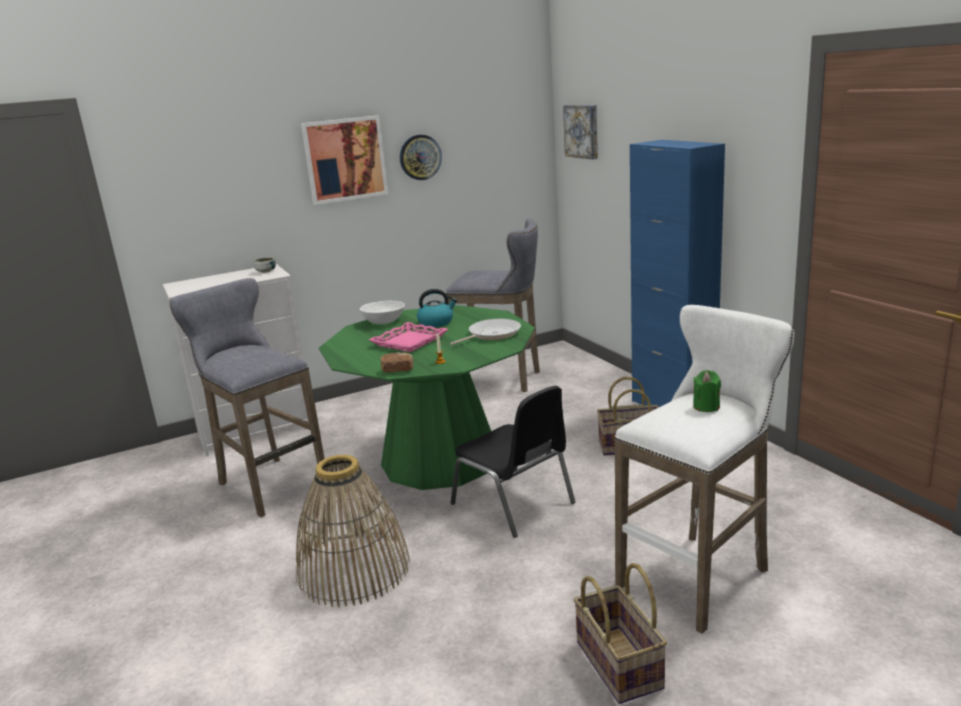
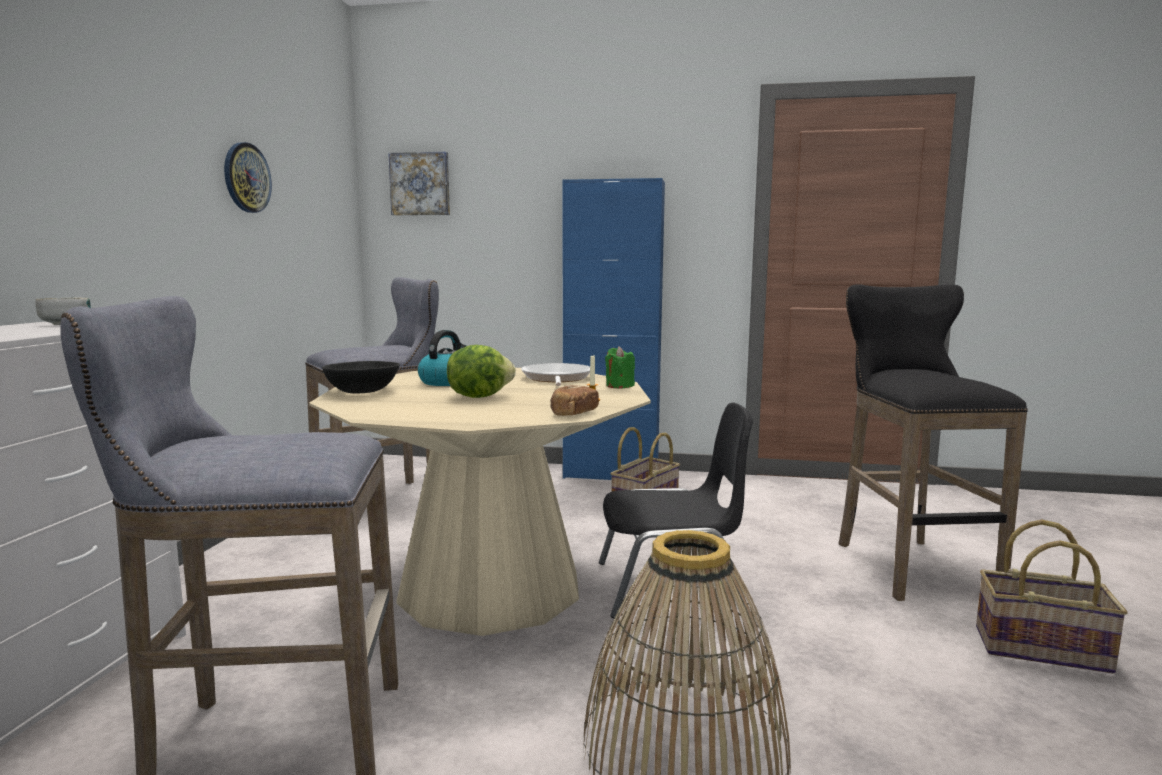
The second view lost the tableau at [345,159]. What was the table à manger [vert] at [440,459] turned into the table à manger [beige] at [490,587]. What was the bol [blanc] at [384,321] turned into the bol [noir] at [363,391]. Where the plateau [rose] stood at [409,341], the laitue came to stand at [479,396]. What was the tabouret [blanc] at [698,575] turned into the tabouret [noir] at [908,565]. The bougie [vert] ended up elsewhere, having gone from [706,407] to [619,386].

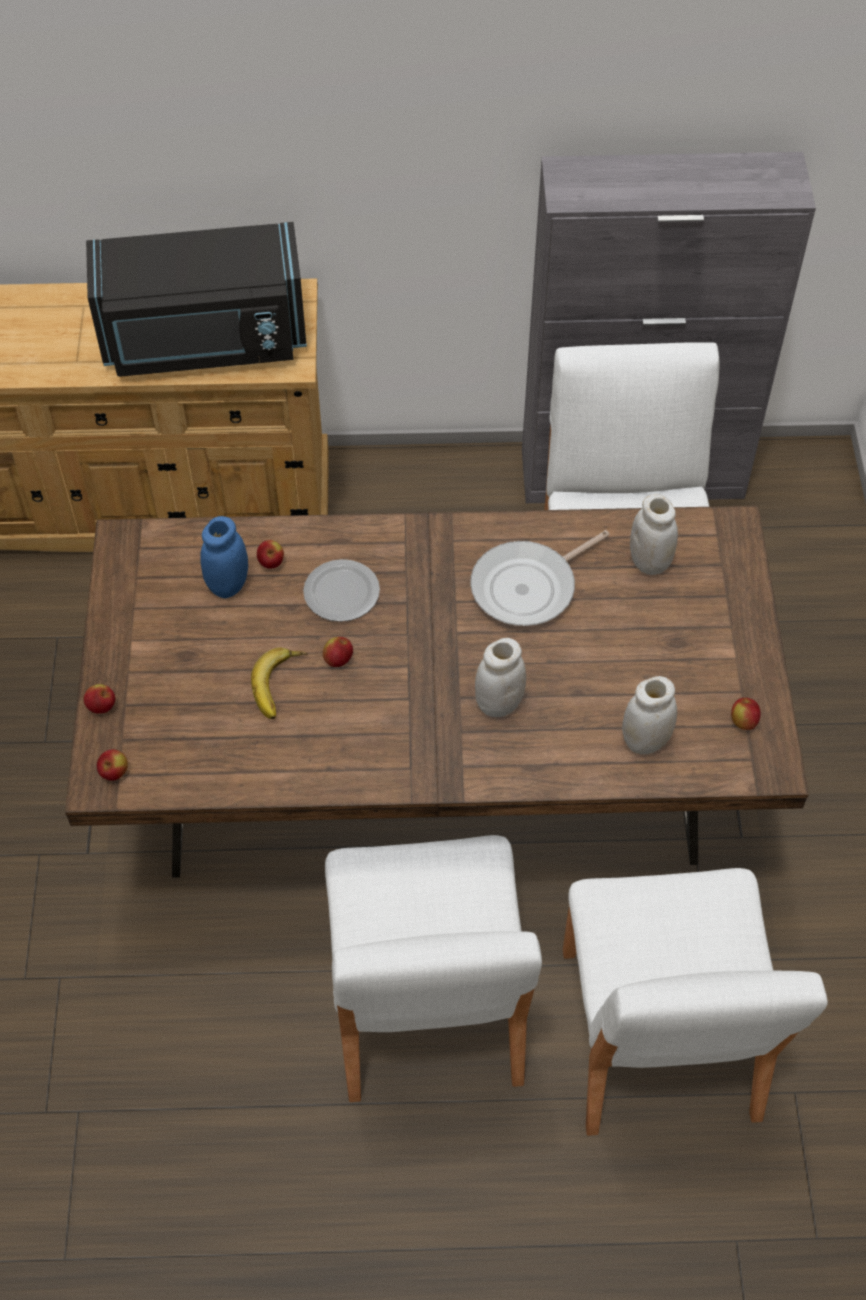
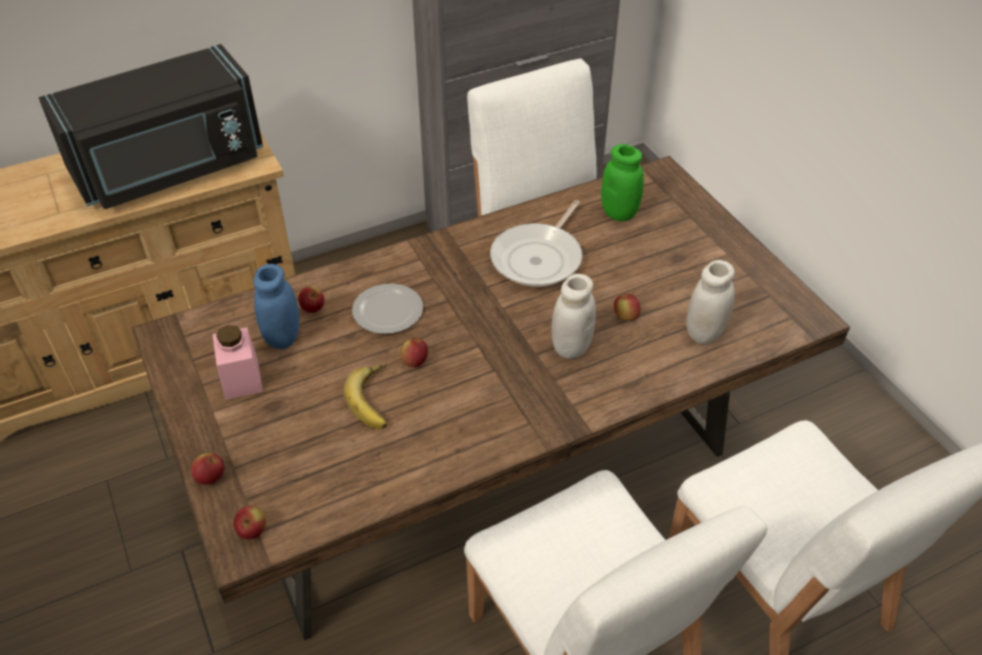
What was the bocal [blanc] at [649,562] turned into the bocal [vert] at [619,213]. The pomme ended up elsewhere, having gone from [743,721] to [625,317]. The second view gained the bocal [rose] at [241,378].

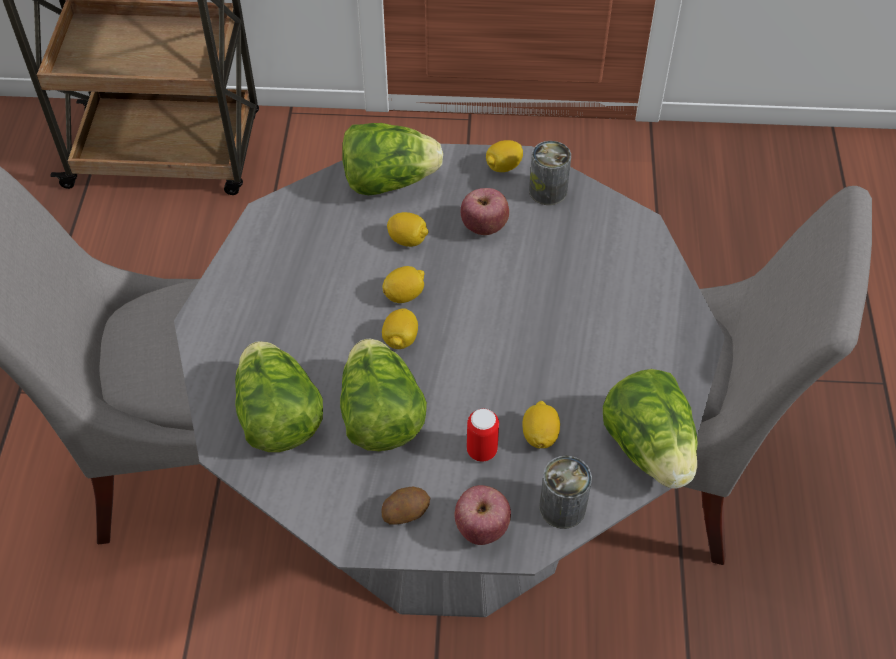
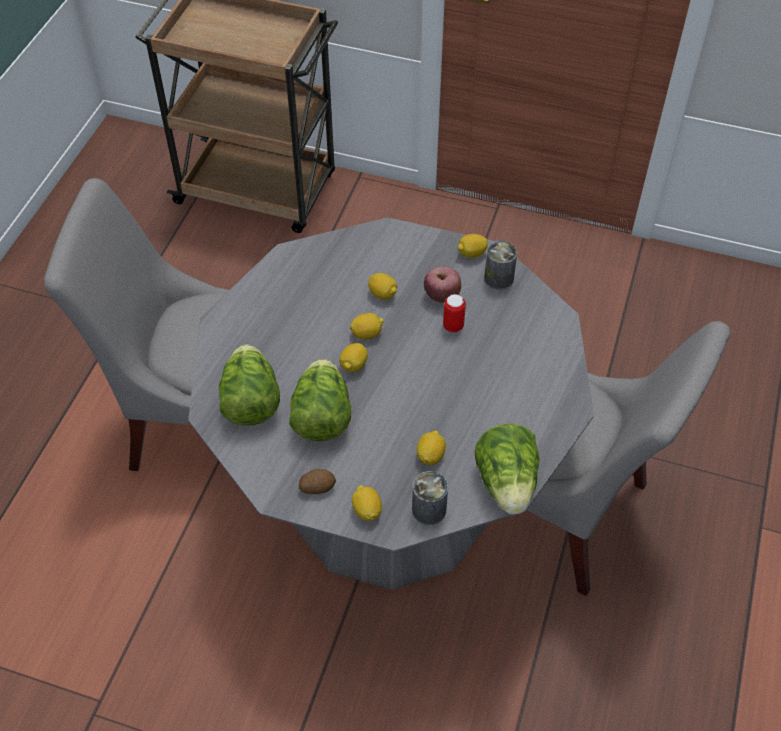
The second view lost the laitue at [389,181]. Where the pomme stood at [481,528], the citron came to stand at [367,510]. The boîte métallique ended up elsewhere, having gone from [482,450] to [453,326].

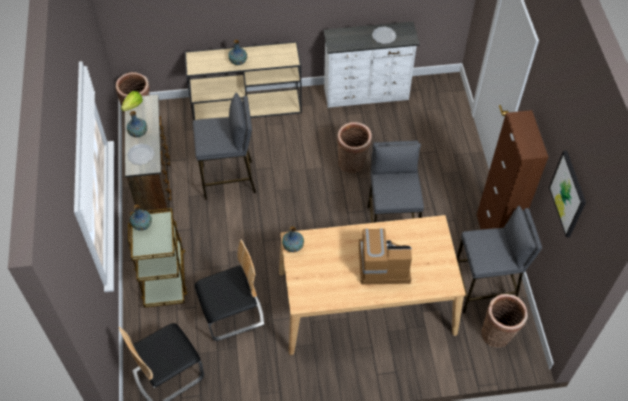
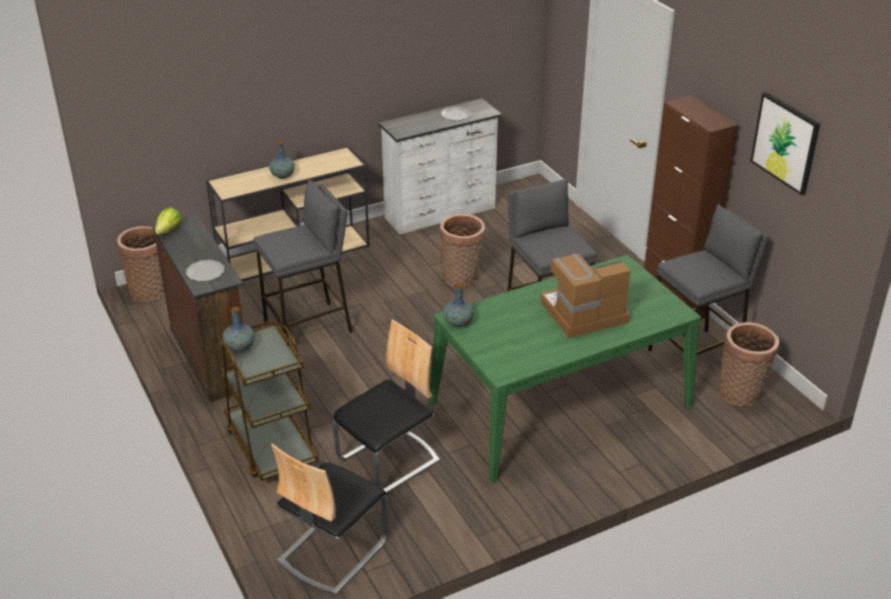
The second view lost the vase at [138,133]. What was the table à manger [beige] at [366,302] turned into the table à manger [vert] at [560,404].

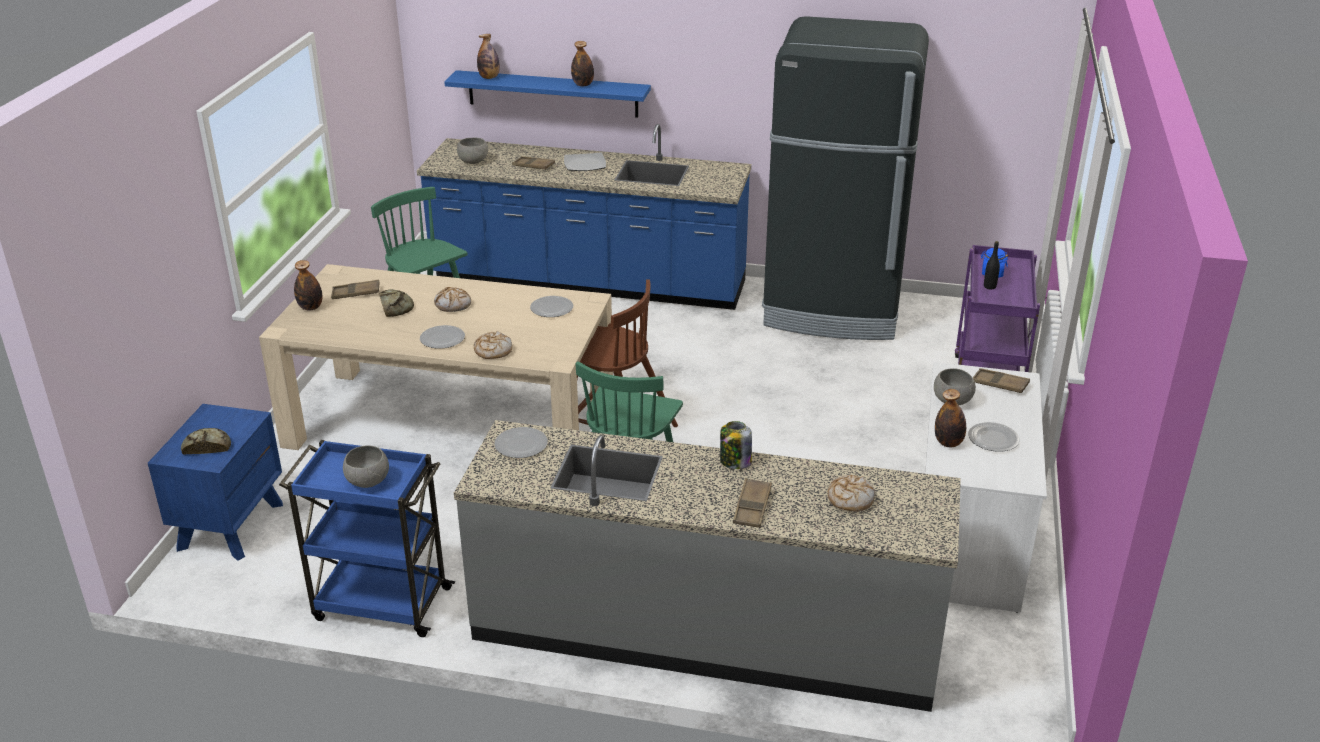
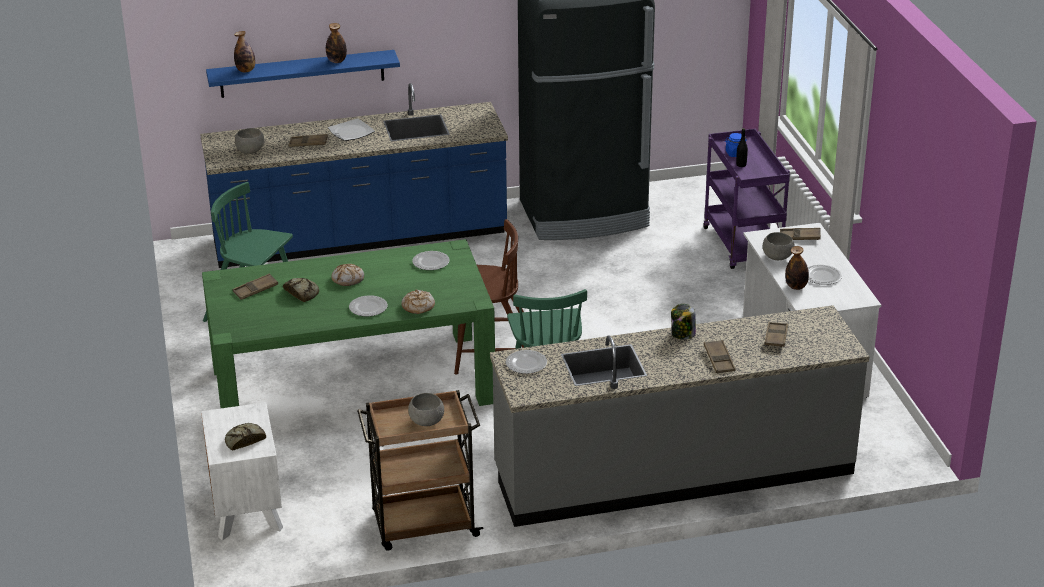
What was the table de chevet [bleu] at [230,525] turned into the table de chevet [blanc] at [246,509]. What was the table à manger [beige] at [451,424] turned into the table à manger [vert] at [352,384]. What was the chariot [bleu] at [380,603] turned into the chariot [marron] at [423,525]. The second view lost the bouteille at [310,307]. Where the pain stood at [850,499], the plateau [marron] came to stand at [776,337].

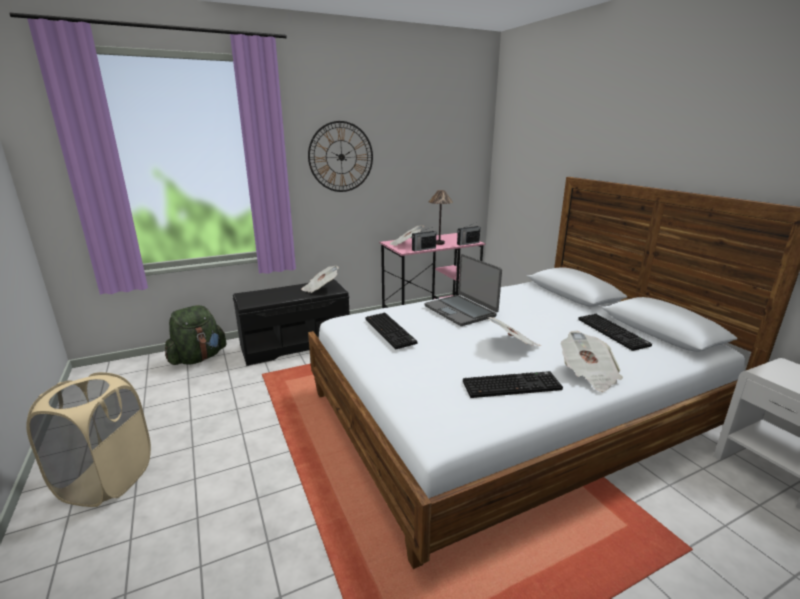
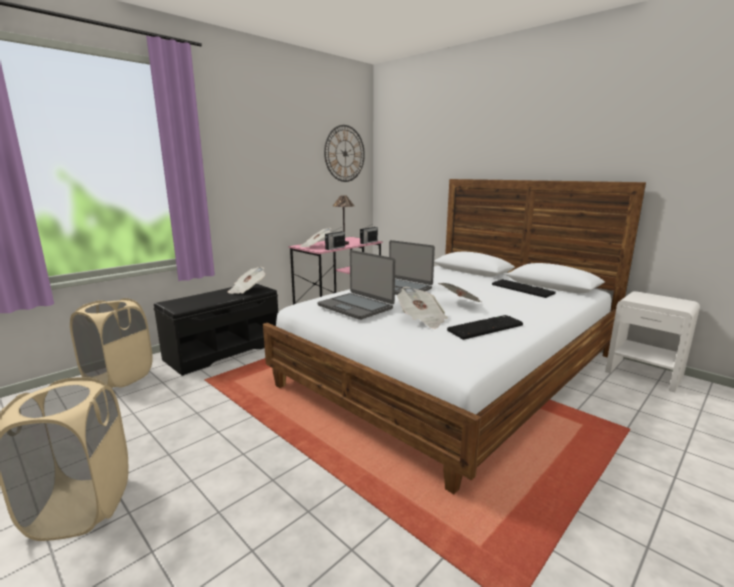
Where the sac à dos [vert] stood at [198,358], the panier à linge [beige] came to stand at [119,378]. The horloge murale ended up elsewhere, having gone from [341,157] to [345,153]. Where the clavier stood at [391,331], the ordinateur portable came to stand at [356,307]. The journal ended up elsewhere, having gone from [588,375] to [422,320].

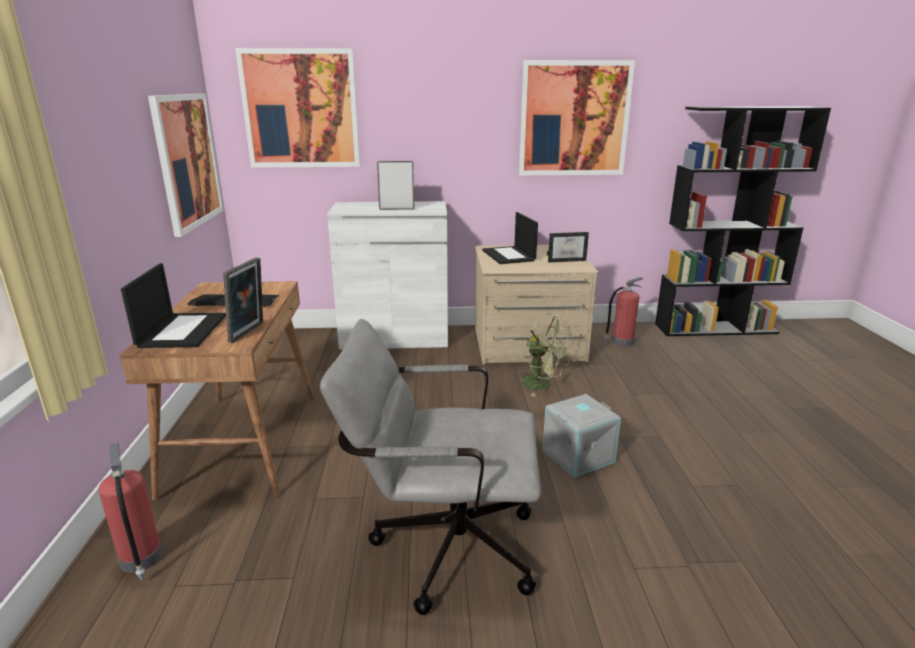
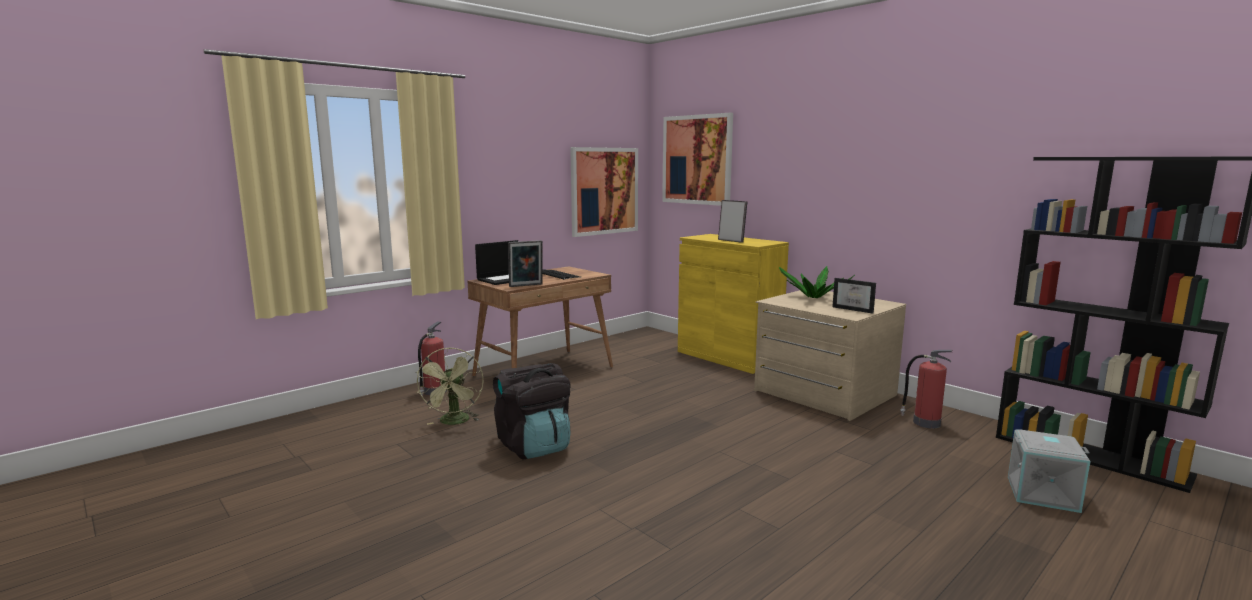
Where the chaise de bureau [gris] stood at [441,546], the sac à dos [noir] came to stand at [534,446]. What was the meuble de rangement [blanc] at [395,337] turned into the meuble de rangement [jaune] at [728,357]. Where the ordinateur portable stood at [509,255], the plante en pot came to stand at [814,297]. The second view lost the tableau at [574,119]. The ventilateur [vert] ended up elsewhere, having gone from [542,385] to [454,422]. The boîte de rangement [gris] ended up elsewhere, having gone from [577,455] to [1043,493].

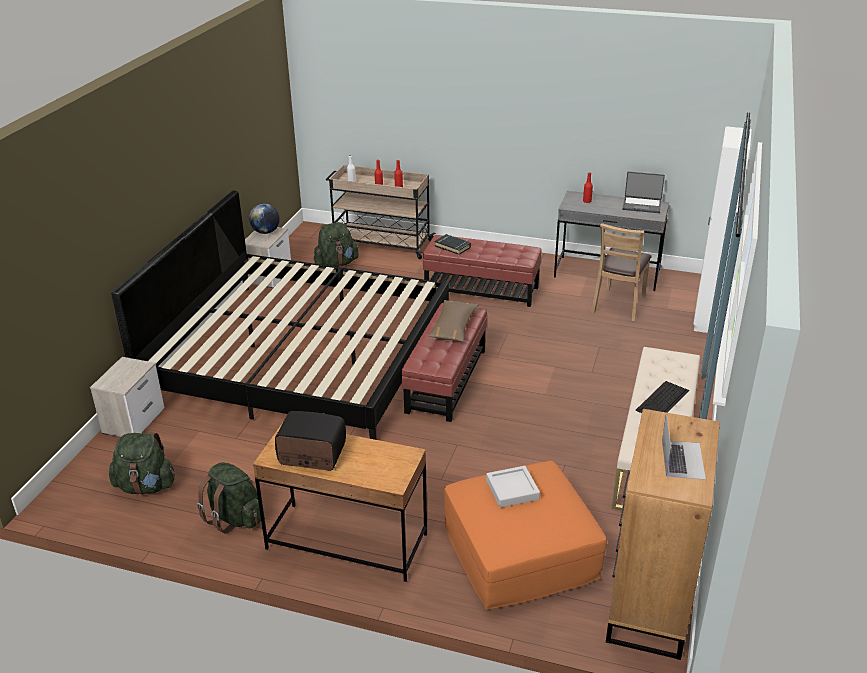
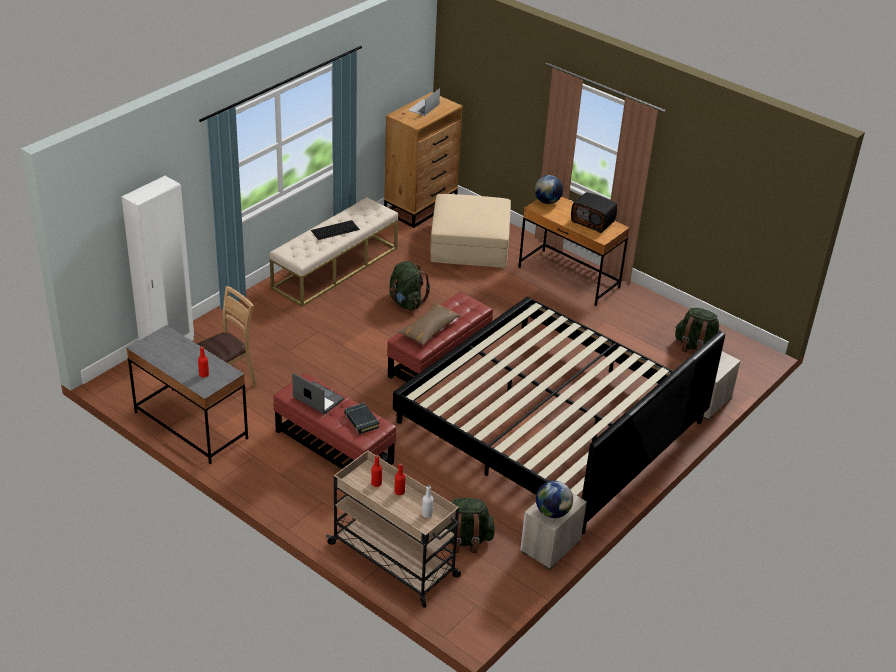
The sac à dos [vert] ended up elsewhere, having gone from [234,518] to [406,302]. What was the pouf [orange] at [520,553] turned into the pouf [beige] at [469,244]. The second view lost the plateau [gris] at [512,490]. The ordinateur portable ended up elsewhere, having gone from [642,205] to [317,399]. The second view gained the globe at [547,201].

